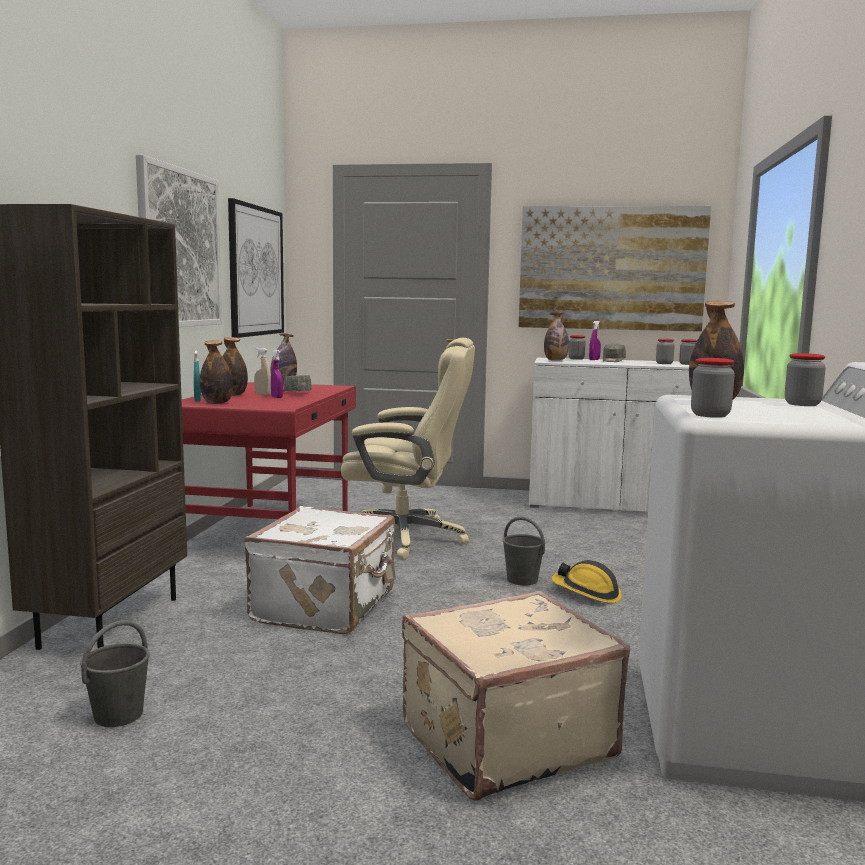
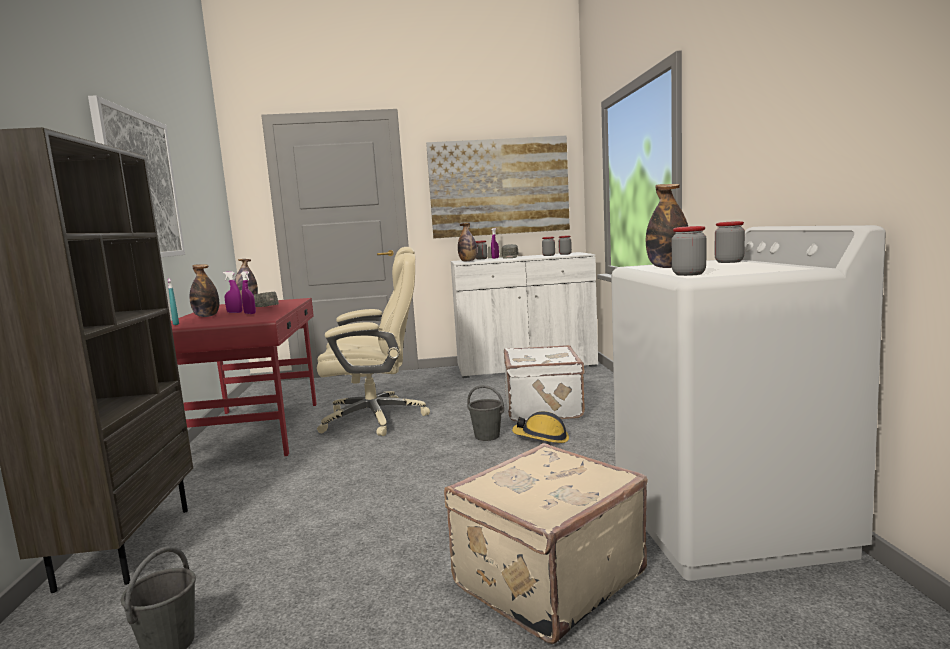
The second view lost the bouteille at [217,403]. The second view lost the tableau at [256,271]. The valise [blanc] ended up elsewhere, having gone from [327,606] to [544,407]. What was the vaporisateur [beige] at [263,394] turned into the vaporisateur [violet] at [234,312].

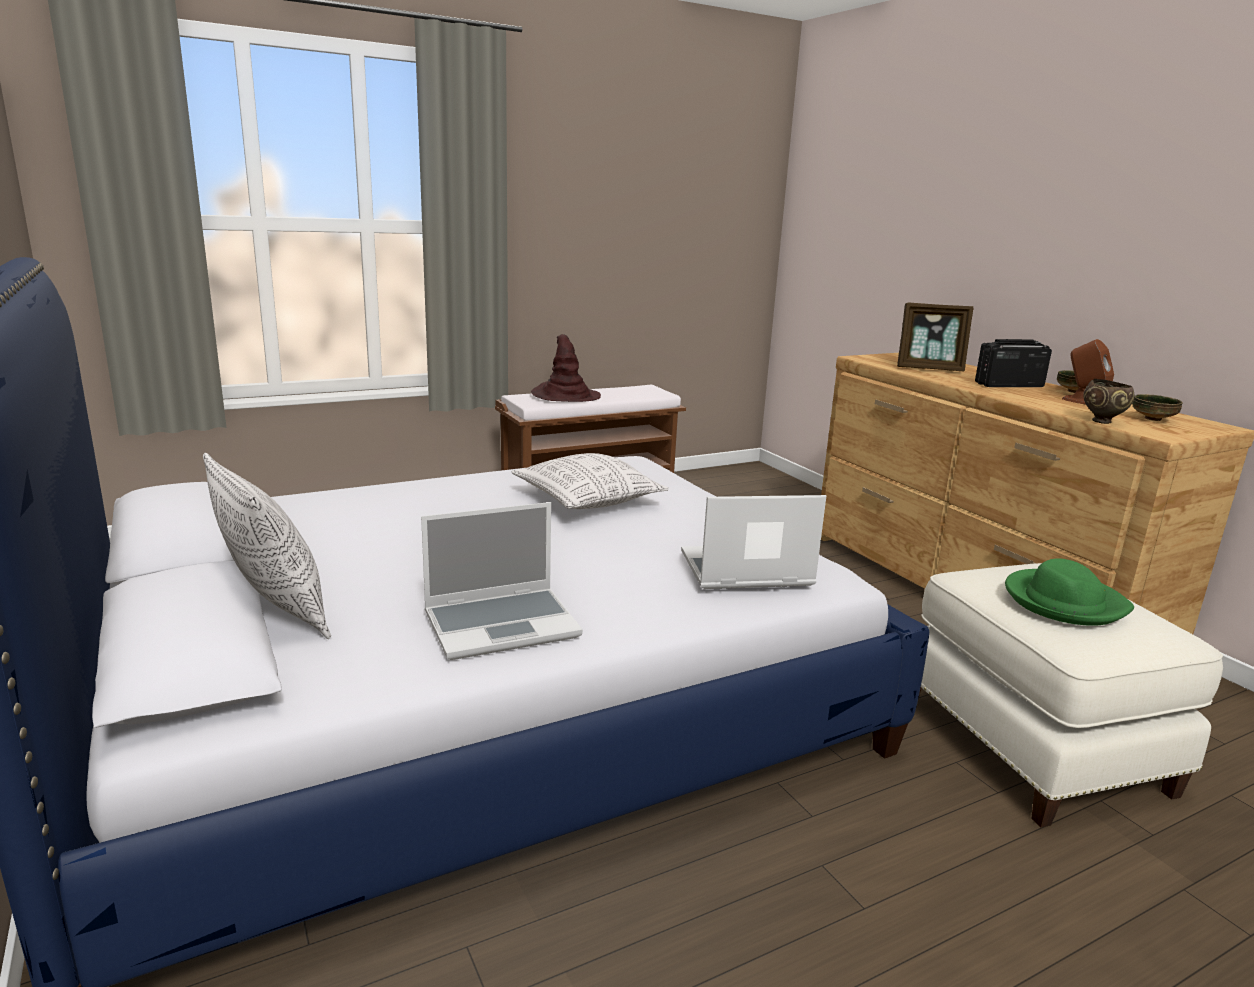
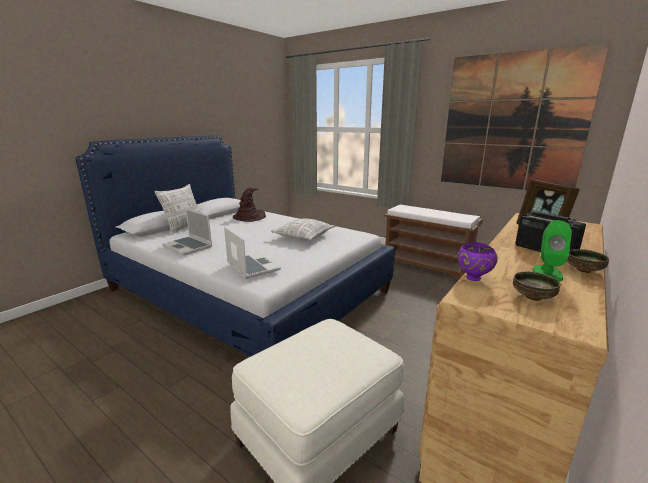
The chapeau [marron] ended up elsewhere, having gone from [565,396] to [249,217]. The second view lost the chapeau [vert] at [1063,602]. What was the enceinte [marron] at [1083,401] turned into the enceinte [vert] at [547,273]. What was the bol [marron] at [1103,421] turned into the bol [violet] at [474,278]. The second view gained the tableau at [511,123].

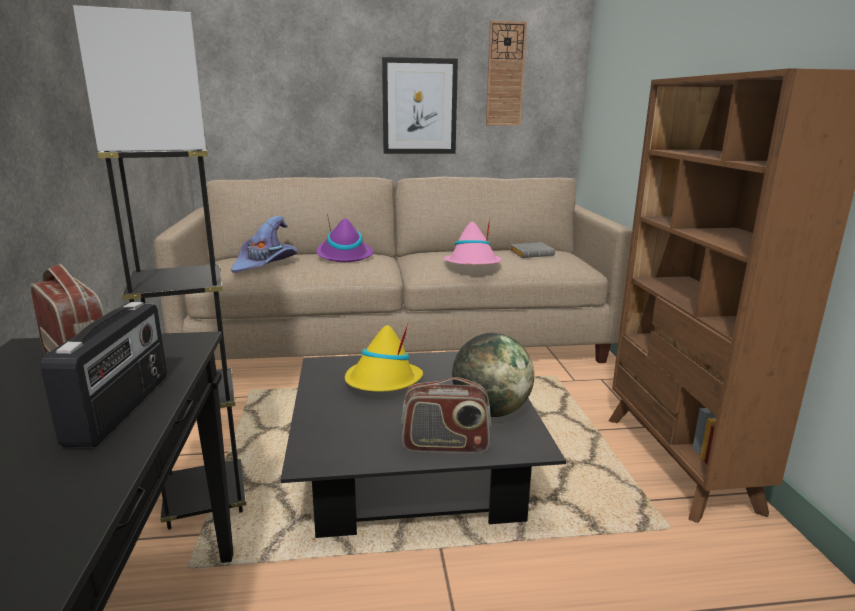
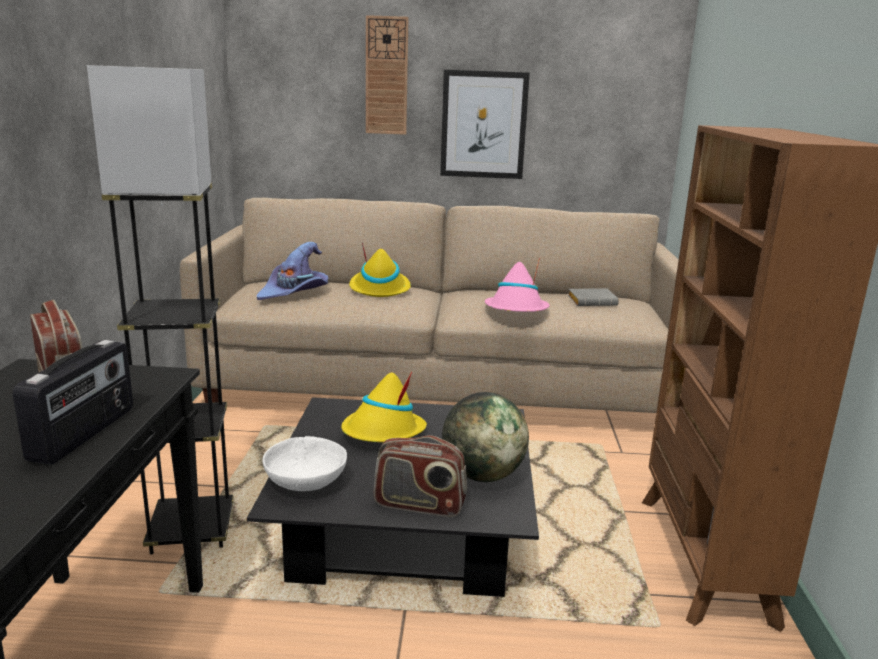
What was the chapeau [violet] at [344,255] turned into the chapeau [jaune] at [379,288]. The horloge murale ended up elsewhere, having gone from [505,74] to [386,76]. The second view gained the bol [blanc] at [305,482].

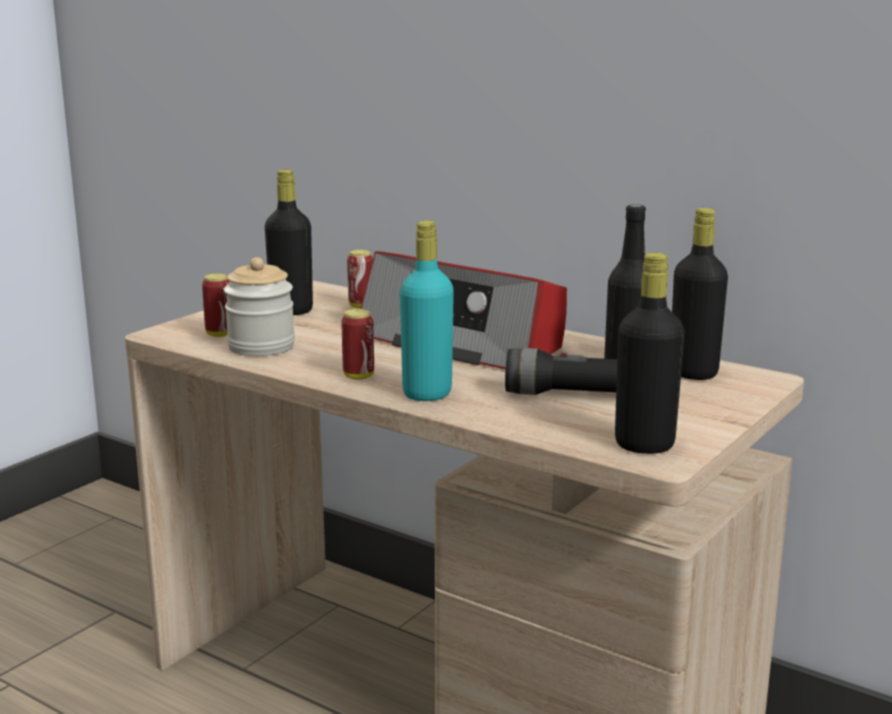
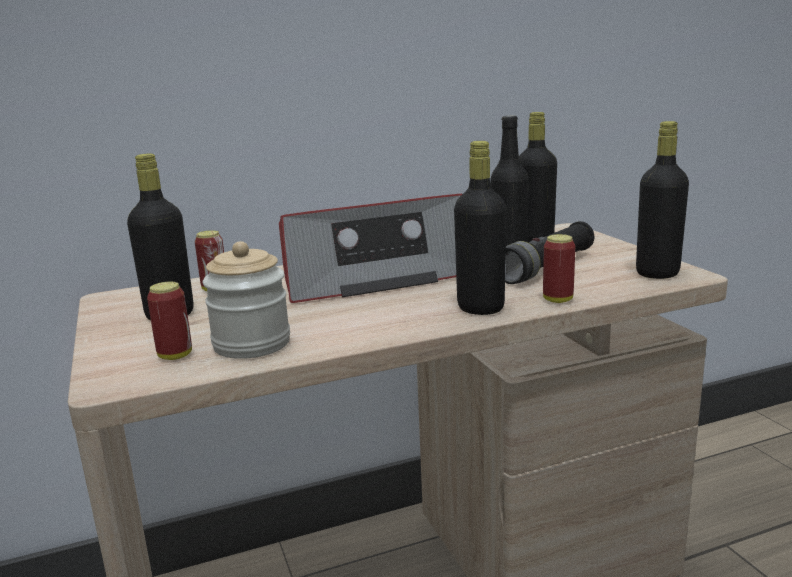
The boîte métallique ended up elsewhere, having gone from [358,376] to [558,300]. What was the bouteille [turquoise] at [427,393] turned into the bouteille [noir] at [480,308].

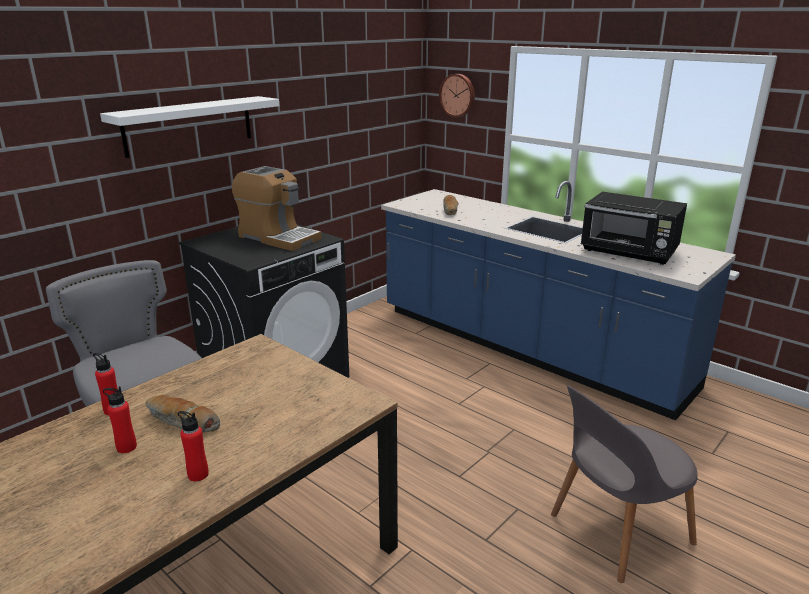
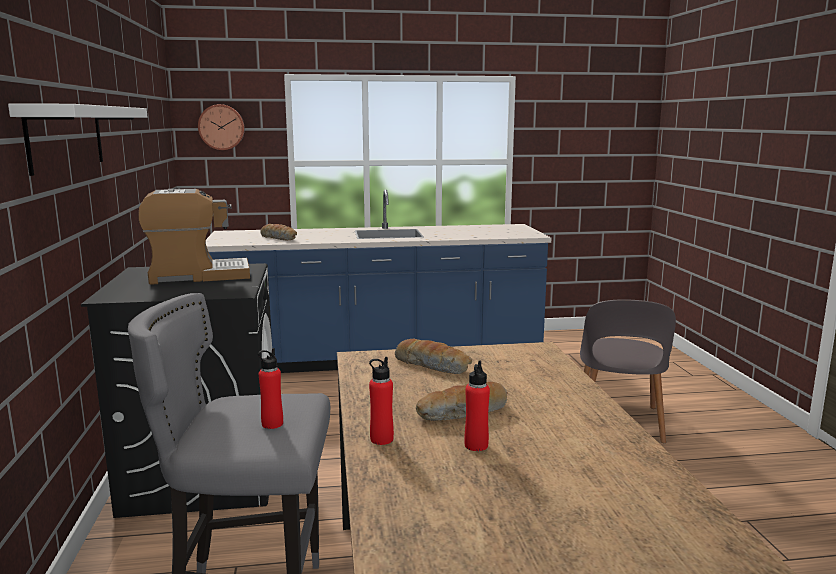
The bouteille [rouge] ended up elsewhere, having gone from [198,474] to [272,424]. The second view lost the micro-ondes [noir] at [629,252]. The second view gained the pain at [433,366].

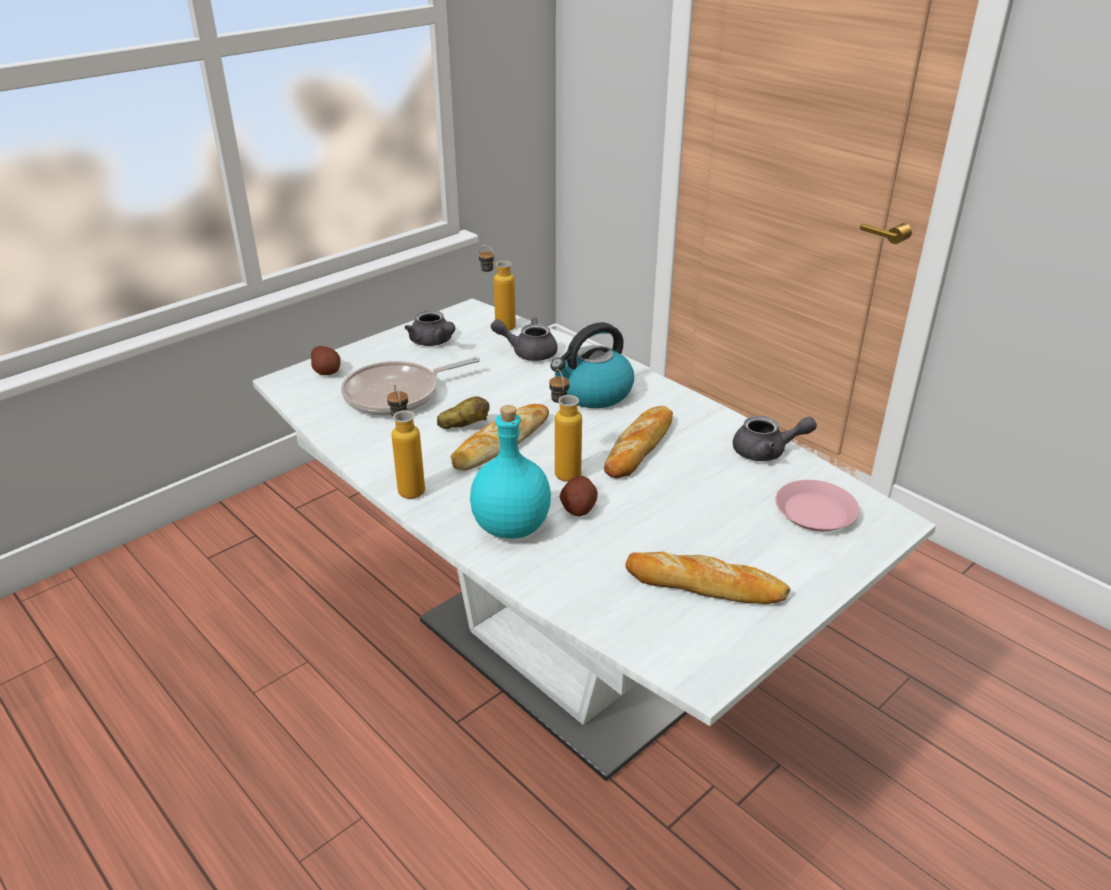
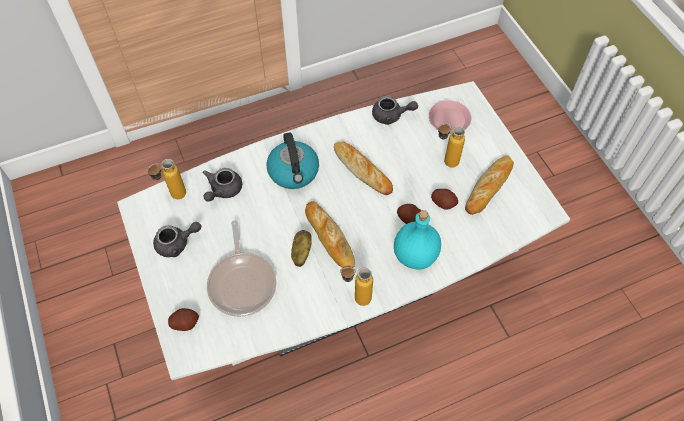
The bouteille ended up elsewhere, having gone from [563,469] to [445,162]. The théière [gris] at [767,452] ended up facing another way, 75 degrees clockwise from before. The second view gained the pomme de terre at [443,203].

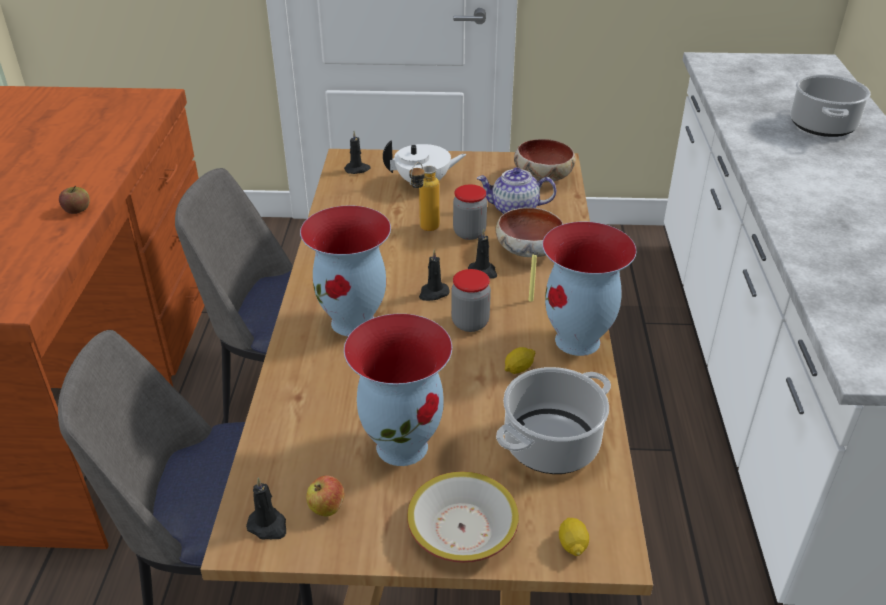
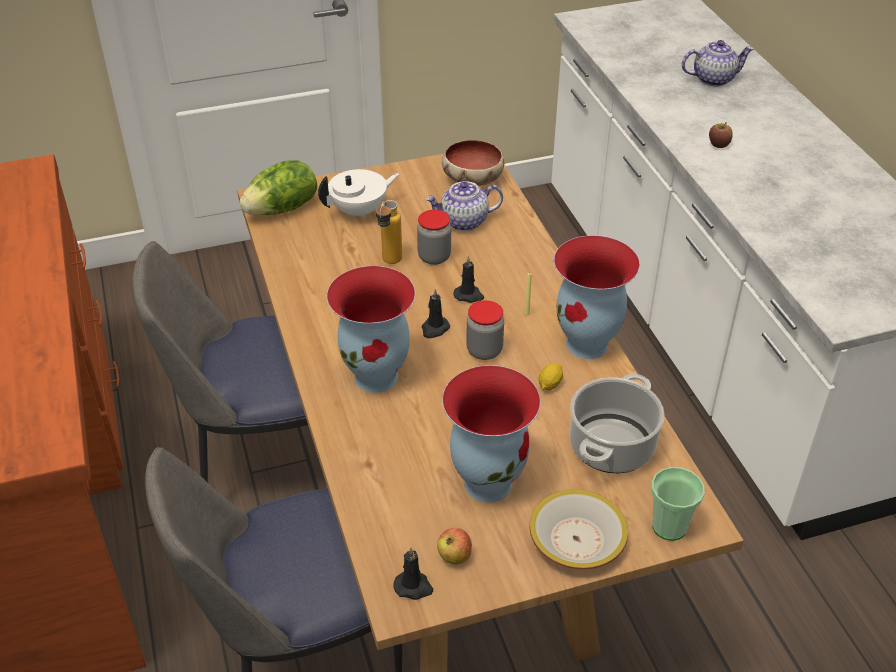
The pomme ended up elsewhere, having gone from [77,210] to [718,144]. Where the bougie [noir] stood at [357,169], the laitue came to stand at [283,209]. The second view lost the bol at [530,251]. Where the citron stood at [572,545], the tasse came to stand at [669,527]. Where the marmite stood at [821,125], the théière came to stand at [713,79].

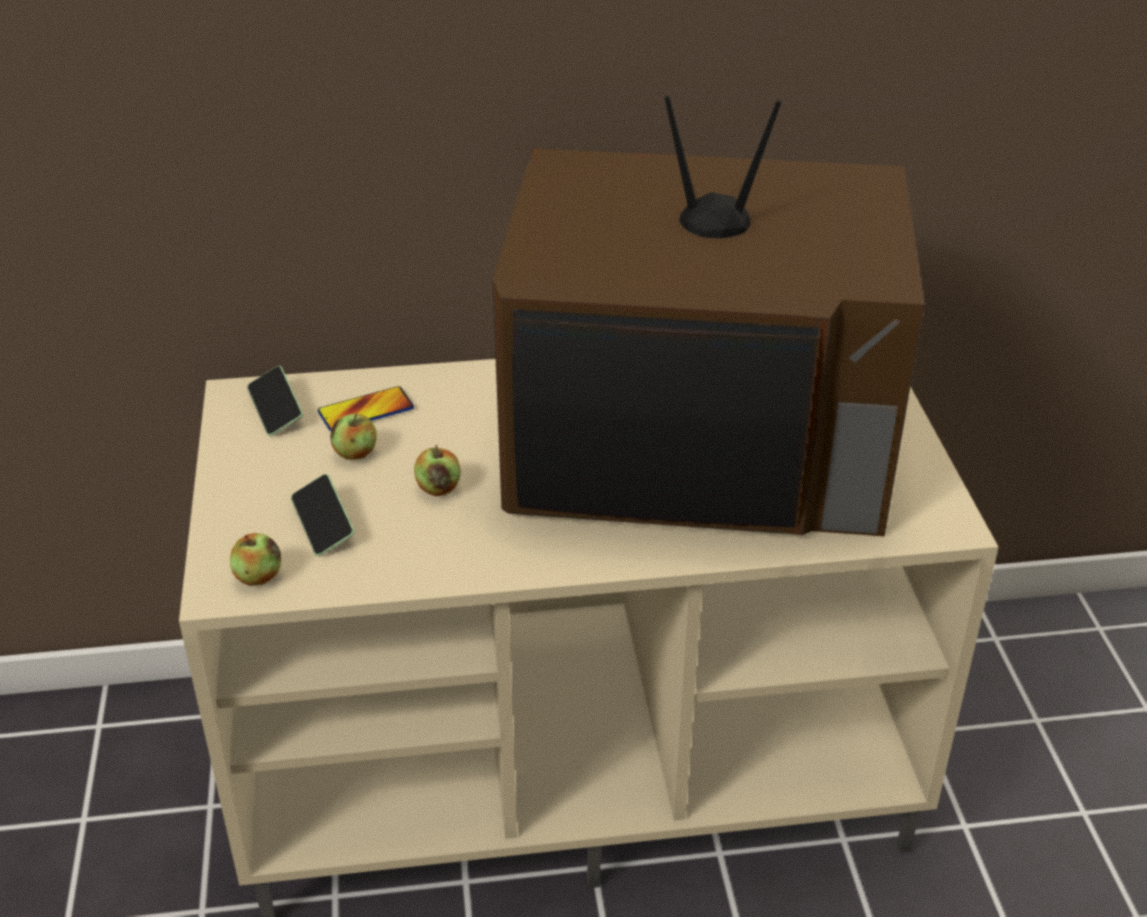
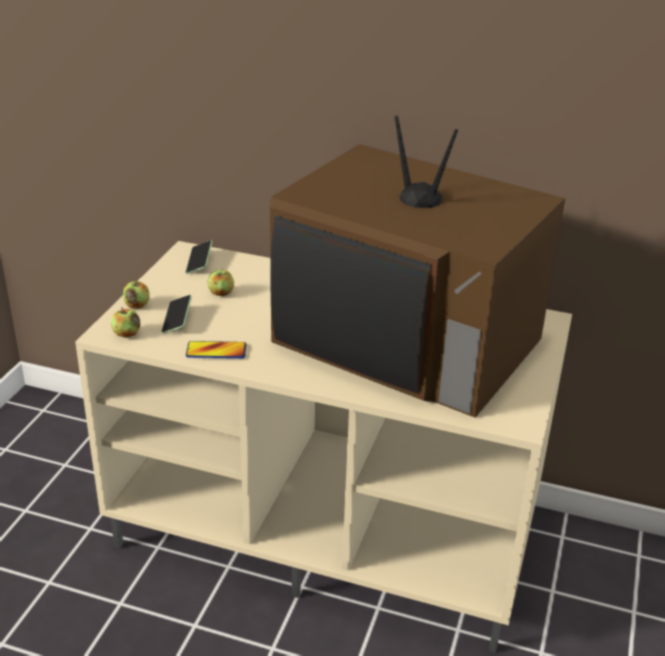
The téléphone ended up elsewhere, having gone from [366,411] to [216,351]. The pomme ended up elsewhere, having gone from [438,488] to [137,305].

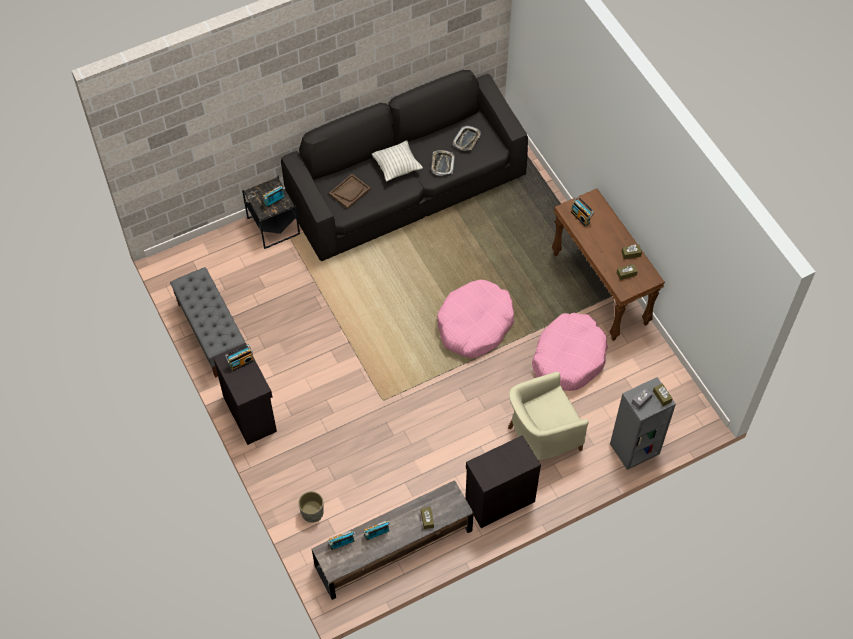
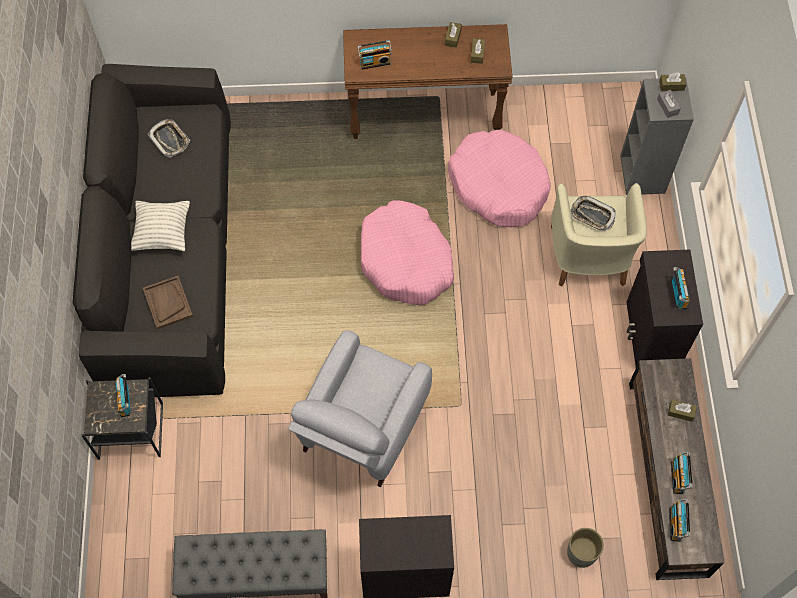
The radio ended up elsewhere, having gone from [241,362] to [677,294]. The plateau ended up elsewhere, having gone from [442,164] to [592,215]. The second view gained the fauteuil [gris] at [361,428].

